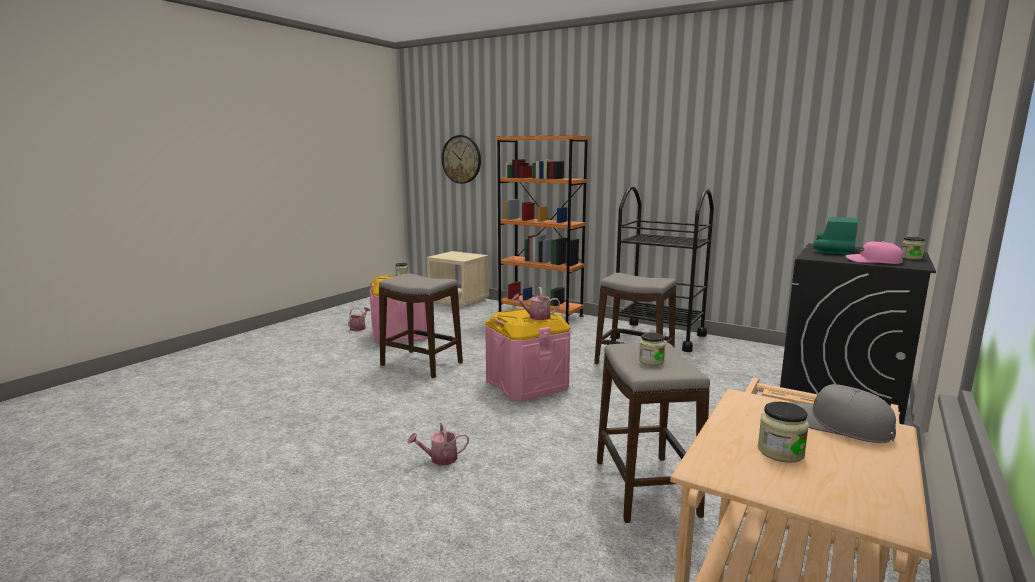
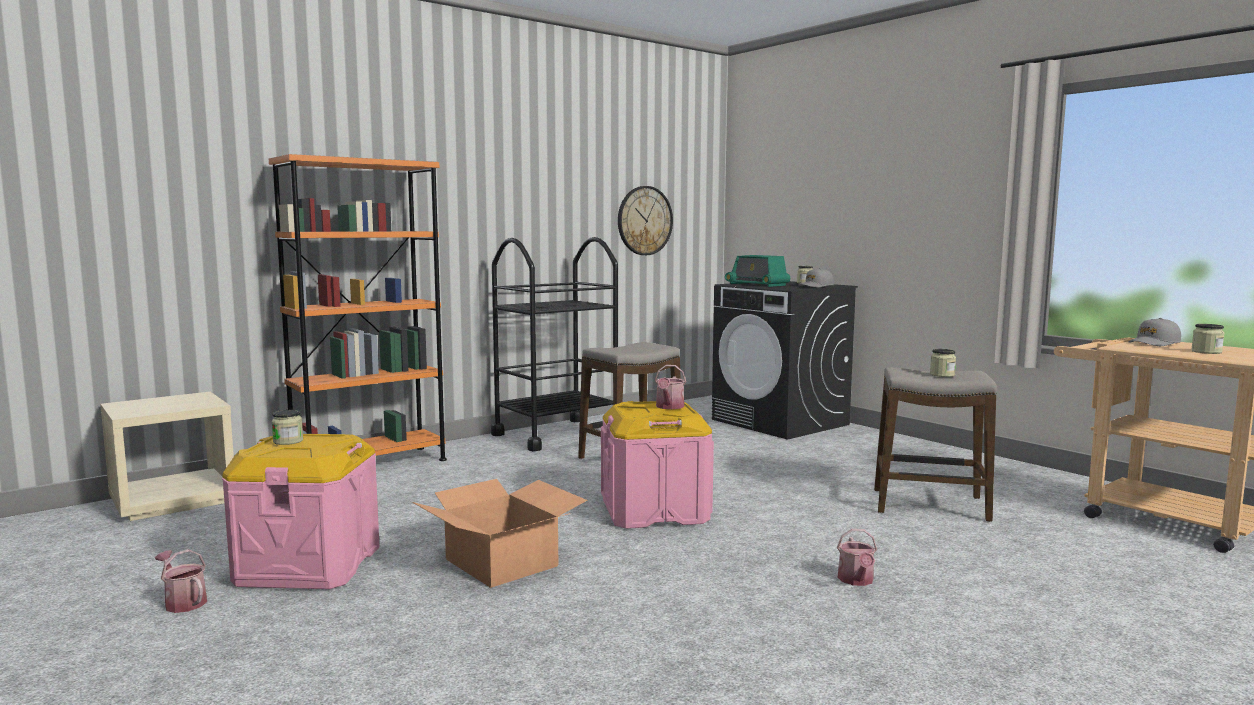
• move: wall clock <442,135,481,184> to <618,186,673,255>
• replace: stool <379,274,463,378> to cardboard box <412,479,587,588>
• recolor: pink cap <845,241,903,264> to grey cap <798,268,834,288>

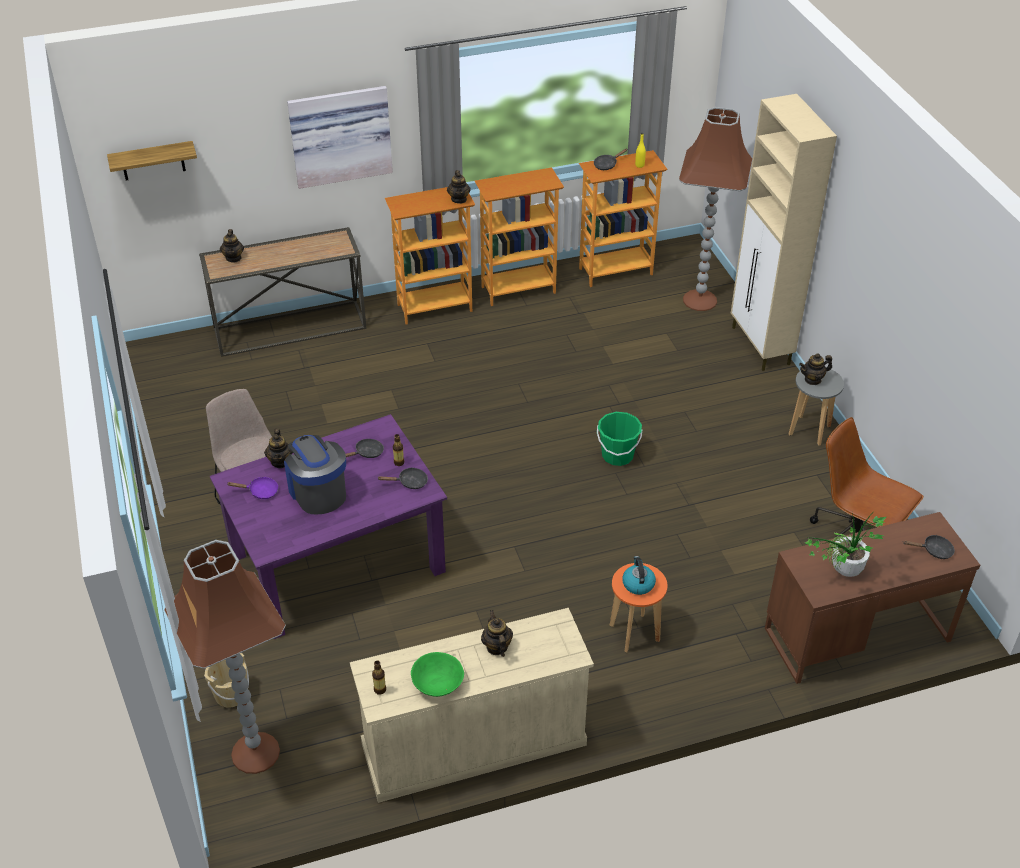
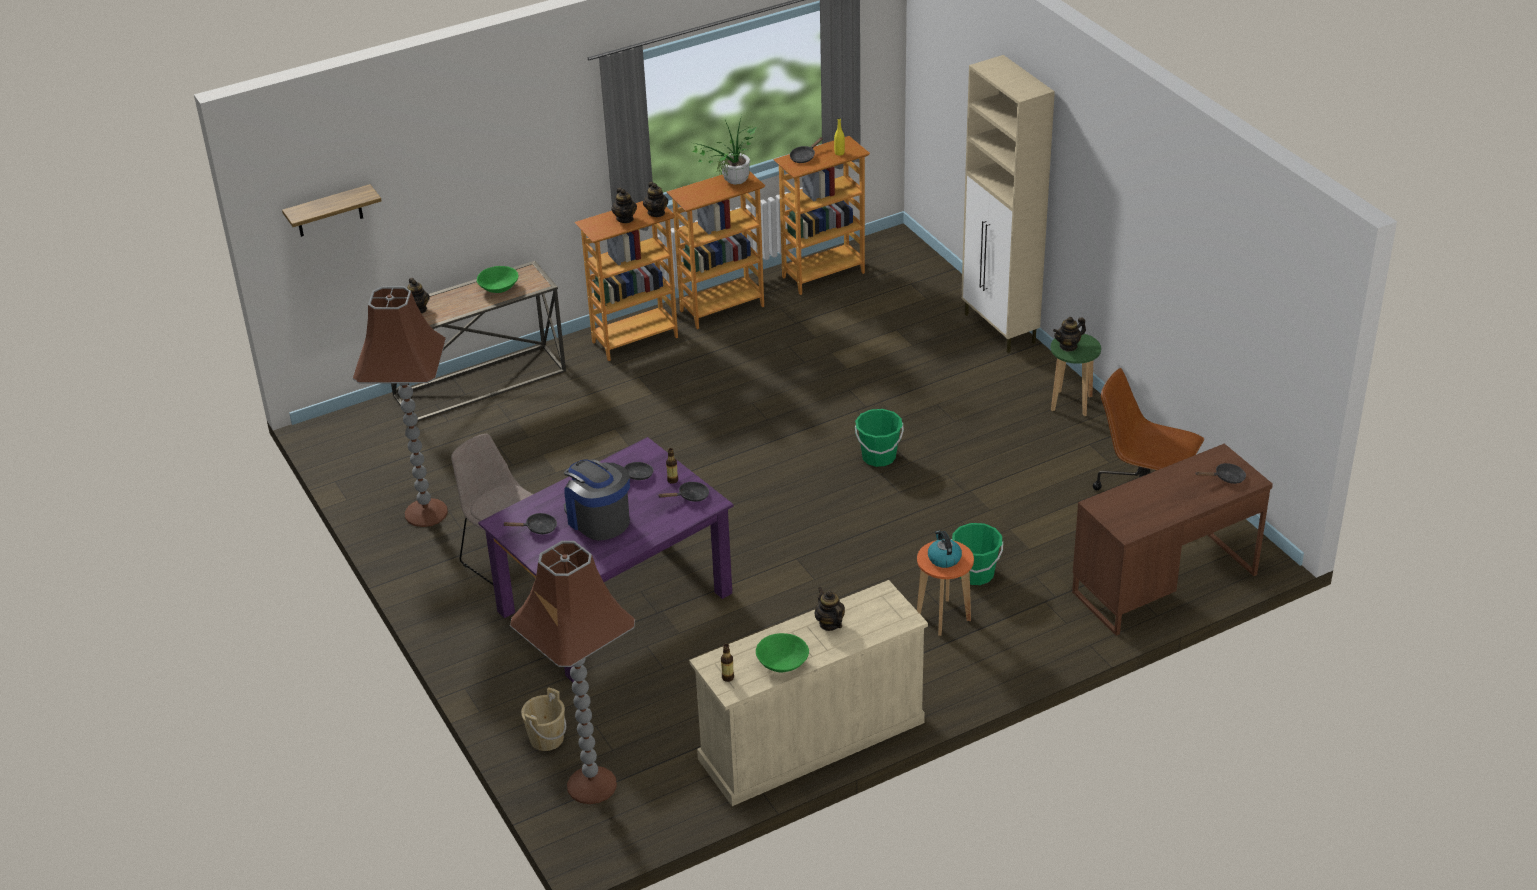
• delete: picture <287,86,393,189>
• insert: green bowl <477,266,518,293>
• insert: green bucket <951,523,1003,585>
• move: teapot <264,429,293,468> to <611,188,637,223>
• move: brown floor lamp <679,107,752,311> to <353,286,448,527>
• move: potted plant <805,513,886,577> to <692,115,757,185>
• recolor: purple frying pan <228,477,278,499> to black frying pan <503,513,557,534>
• recolor: grey stool <789,369,844,445> to green stool <1051,334,1101,416>

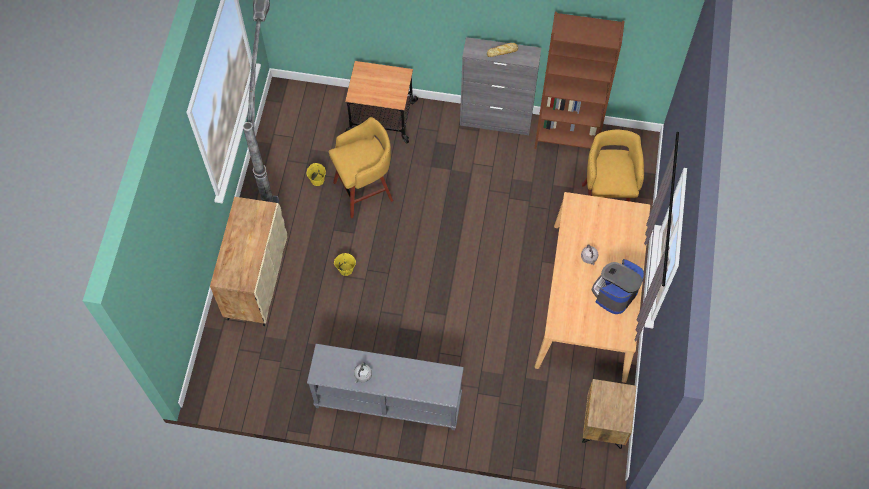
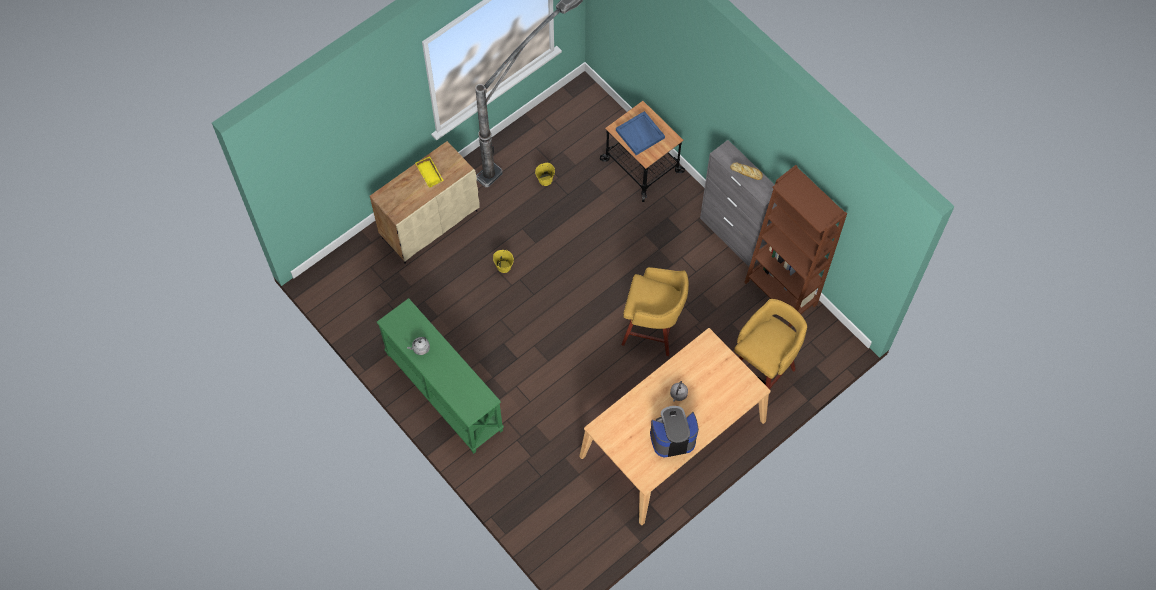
• delete: brown nightstand <582,379,636,449>
• insert: yellow tray <415,157,444,188>
• insert: blue tray <616,111,665,155>
• move: yellow stool <329,117,393,218> to <622,267,689,356>
• recolor: grey console table <307,344,464,430> to green console table <377,298,504,454>

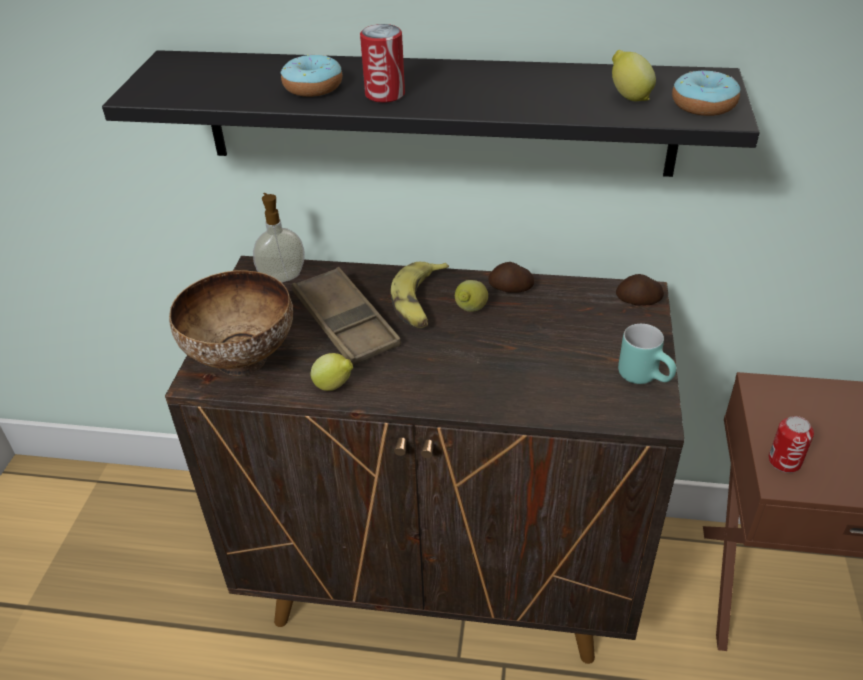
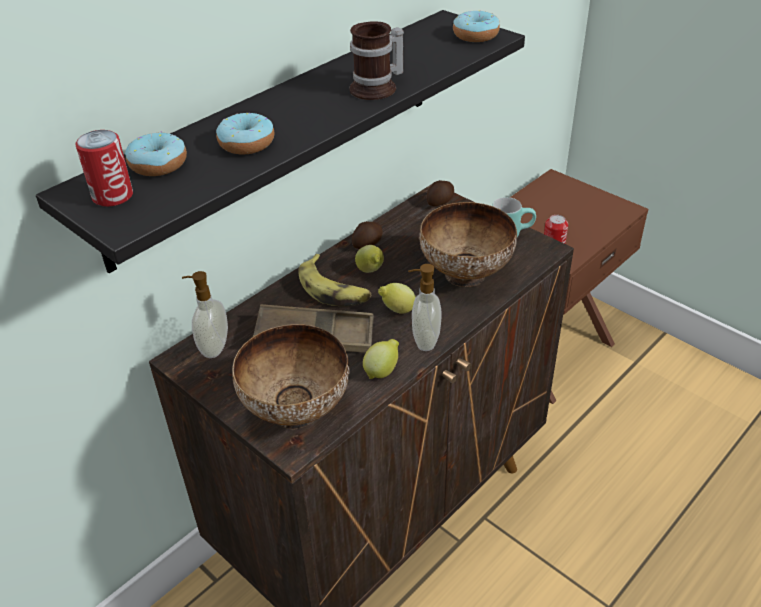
• insert: donut <125,131,187,176>
• insert: mug <349,21,404,100>
• insert: soap dispenser <408,264,442,351>
• insert: bowl <419,202,517,287>
• move: can <360,24,405,103> to <75,130,133,207>
• move: lemon <612,50,656,101> to <378,283,416,314>

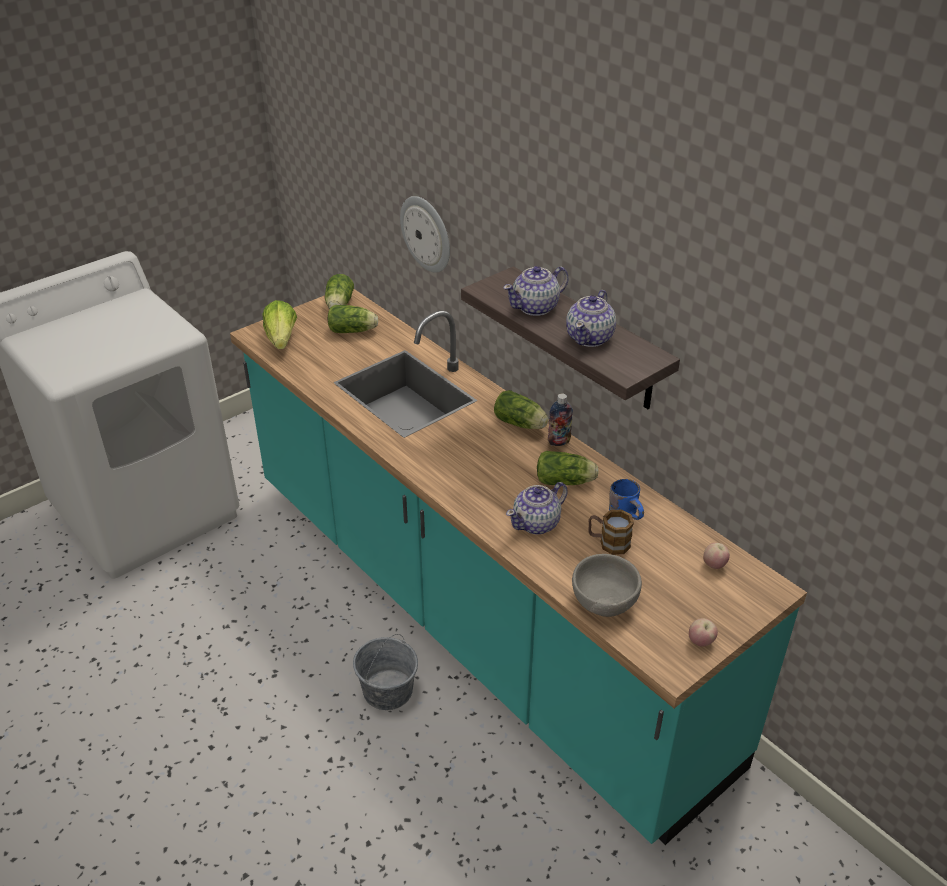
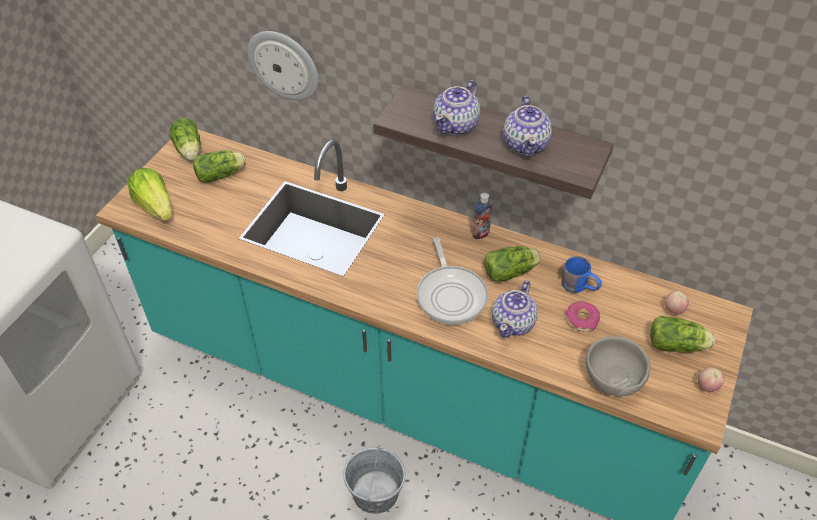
• insert: frying pan <417,238,488,325>
• move: lettuce <494,390,548,429> to <650,316,715,352>
• replace: mug <589,509,634,555> to donut <566,301,600,332>

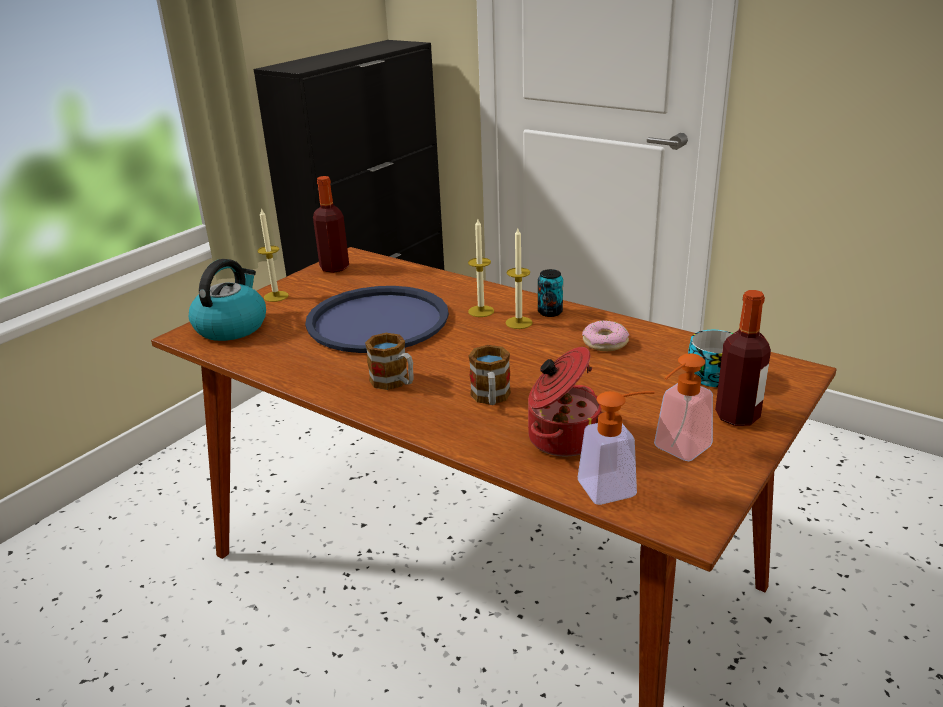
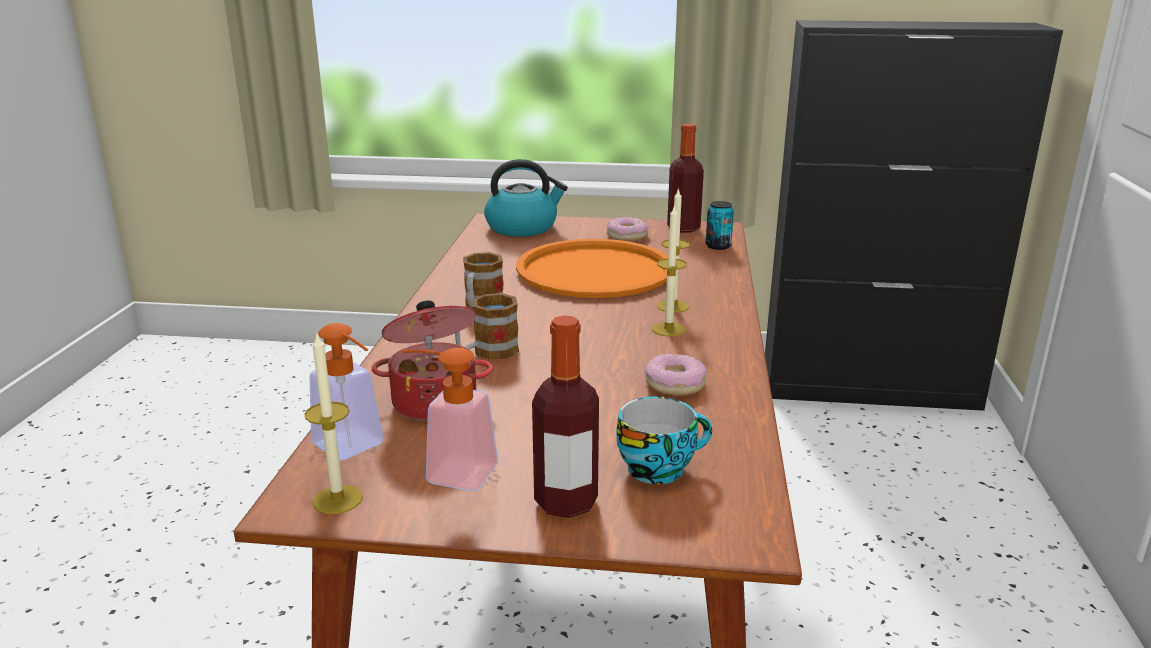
• insert: donut <607,217,649,241>
• move: candle <258,208,289,302> to <304,332,363,514>
• move: can <538,269,563,317> to <706,201,734,250>
• recolor: blue tray <305,286,449,353> to orange tray <516,239,668,298>

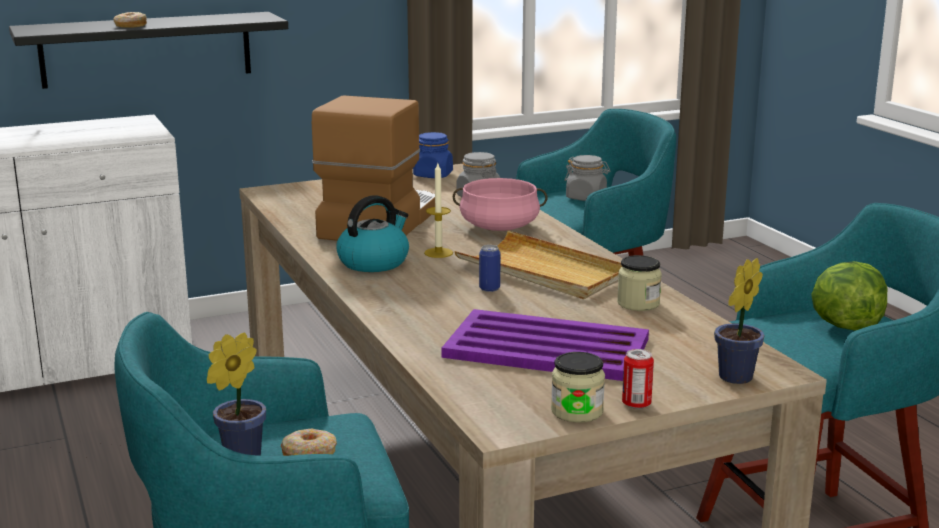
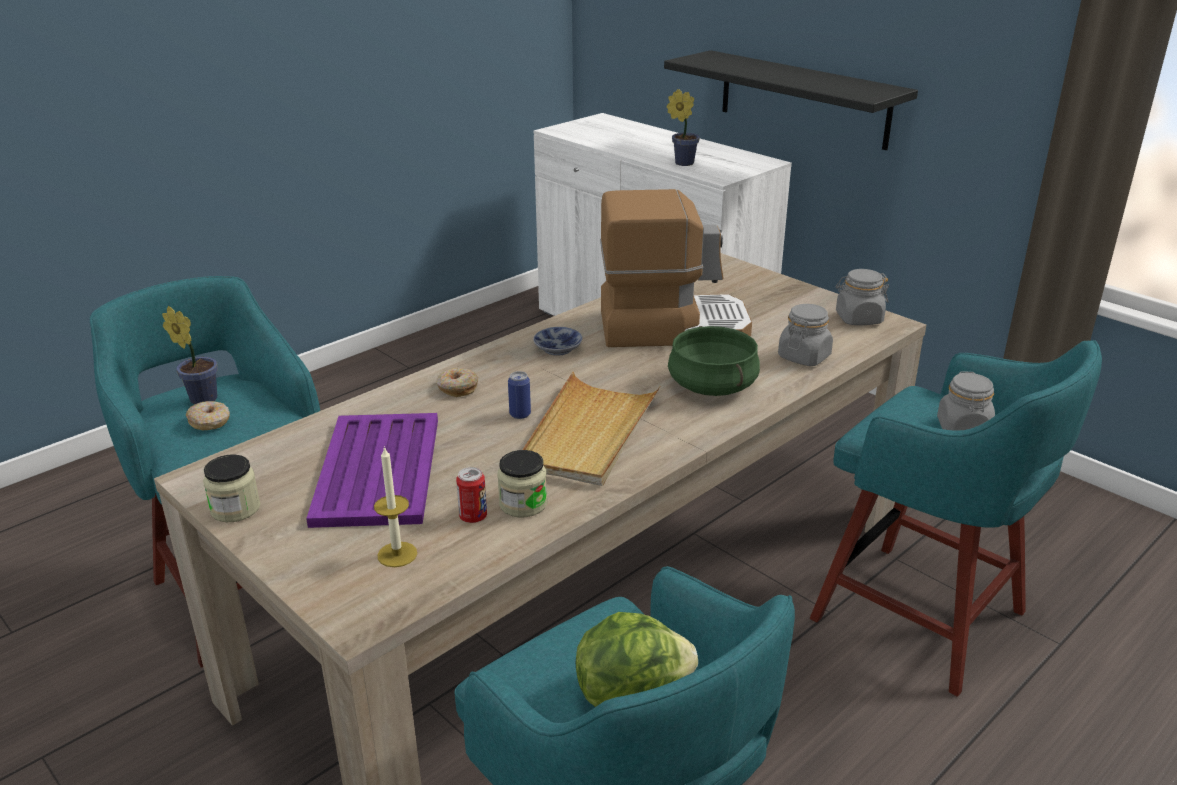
• move: donut <113,12,147,28> to <437,368,478,397>
• move: candle <424,163,453,258> to <374,446,417,567>
• move: can <622,349,654,409> to <456,467,487,523>
• move: potted plant <714,258,765,384> to <666,89,700,166>
• replace: kettle <336,195,409,272> to bowl <533,327,583,356>
• recolor: blue jar <413,132,453,178> to grey jar <836,269,889,325>
• recolor: pink cooking pot <453,178,548,231> to green cooking pot <668,326,760,396>

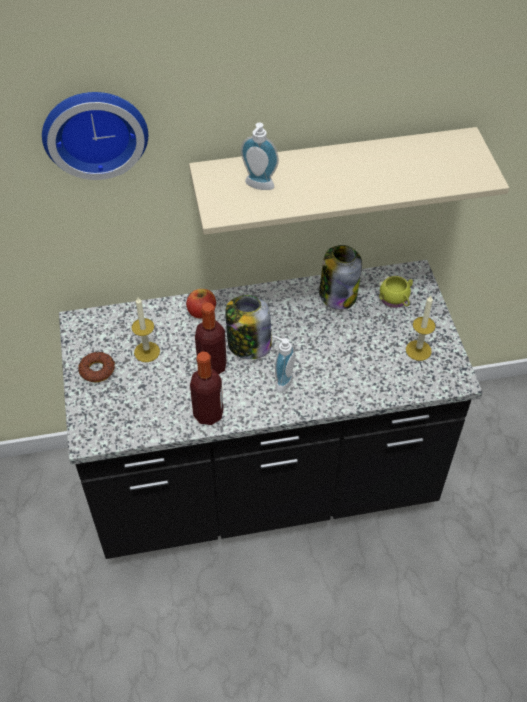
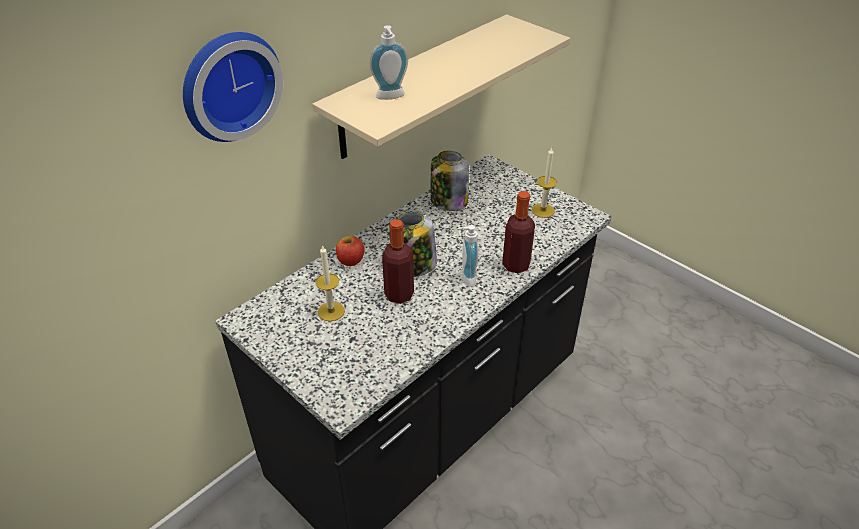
• delete: donut <78,352,115,382>
• delete: yellow mug <379,275,413,308>
• move: bottle <190,351,223,425> to <502,191,535,273>

